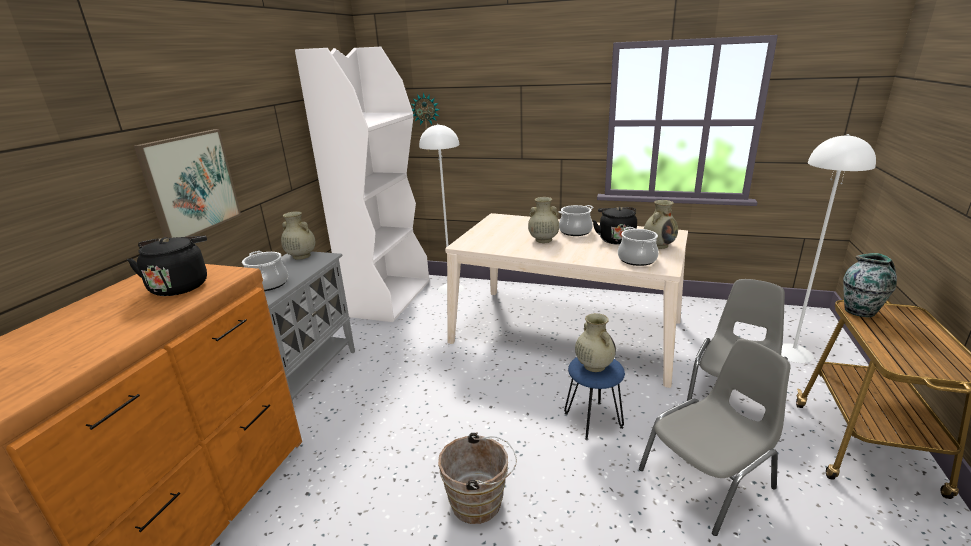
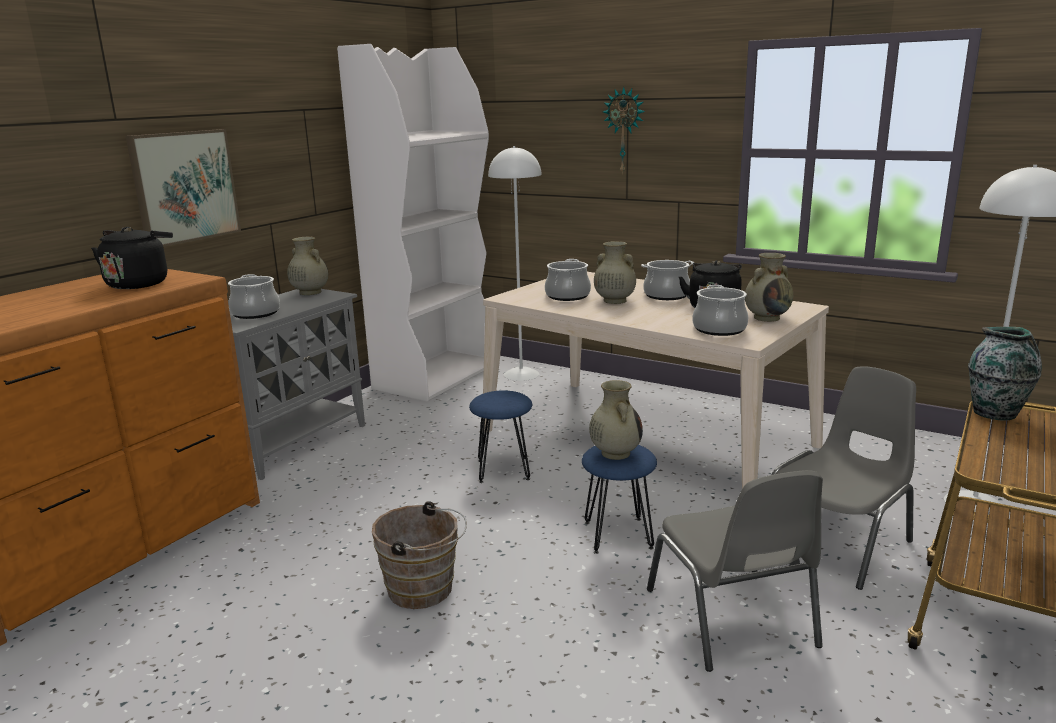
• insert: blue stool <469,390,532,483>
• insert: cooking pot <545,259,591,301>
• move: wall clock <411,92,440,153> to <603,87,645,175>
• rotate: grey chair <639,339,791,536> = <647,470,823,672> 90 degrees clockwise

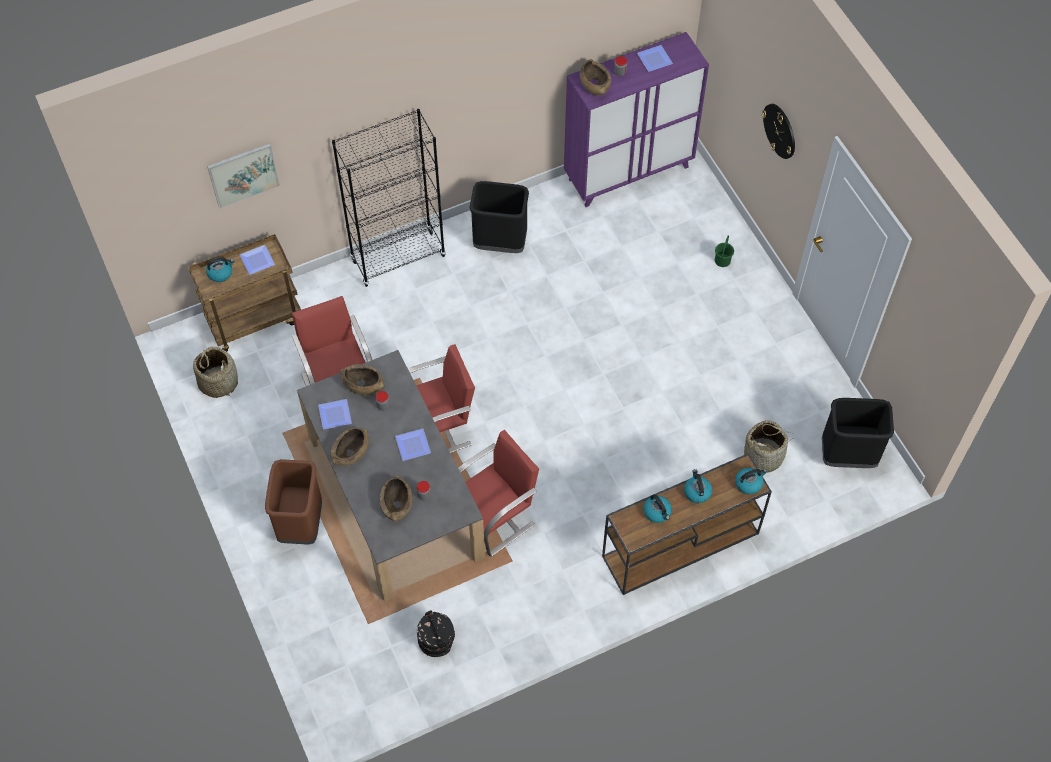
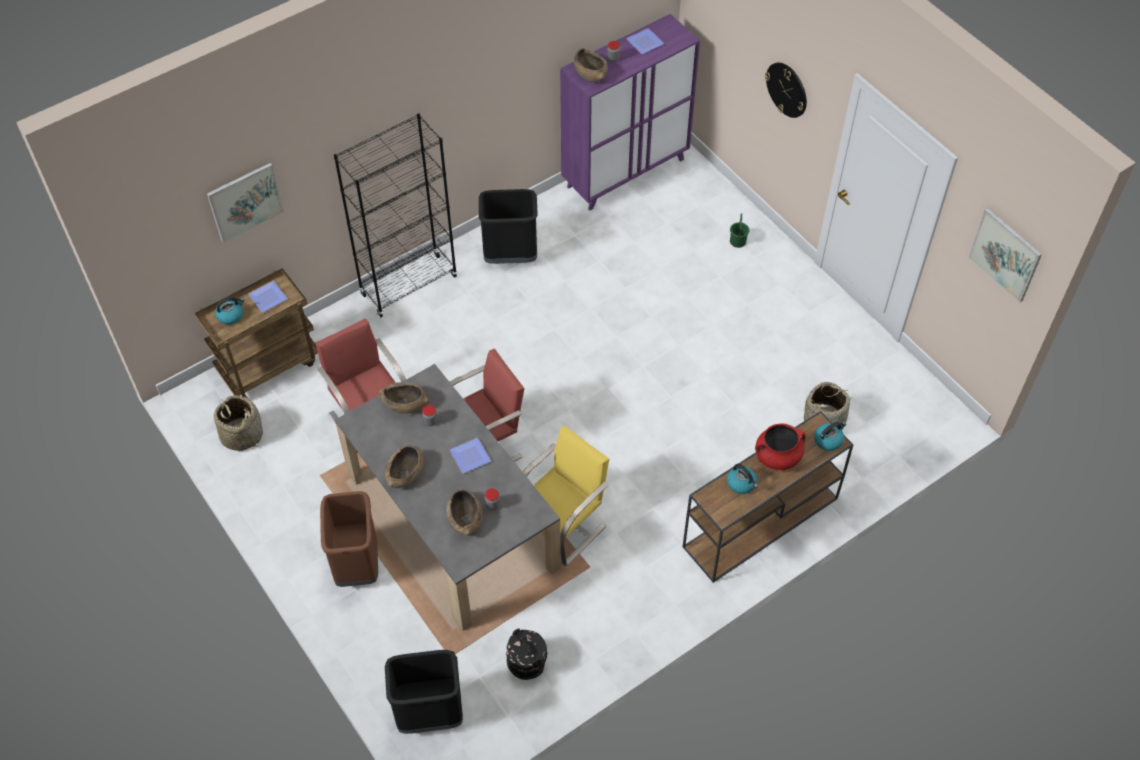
• delete: plate <318,399,352,430>
• insert: picture <968,208,1042,303>
• move: black trash can <822,398,894,468> to <385,650,463,734>
• replace: kettle <684,469,712,503> to red cooking pot <755,423,806,470>
• recolor: red chair <458,430,539,557> to yellow chair <523,425,609,566>

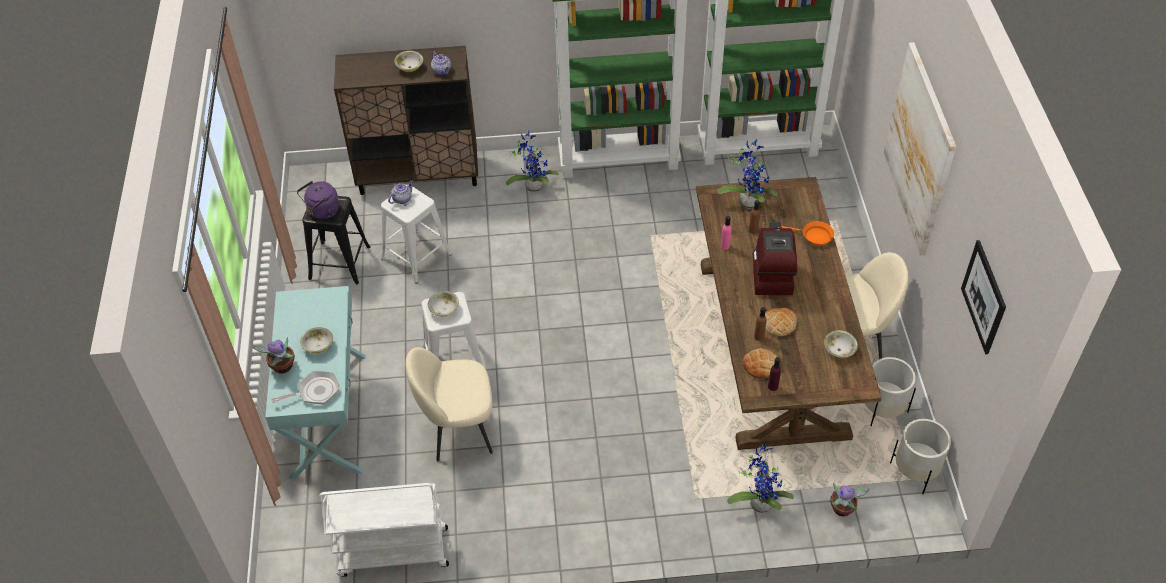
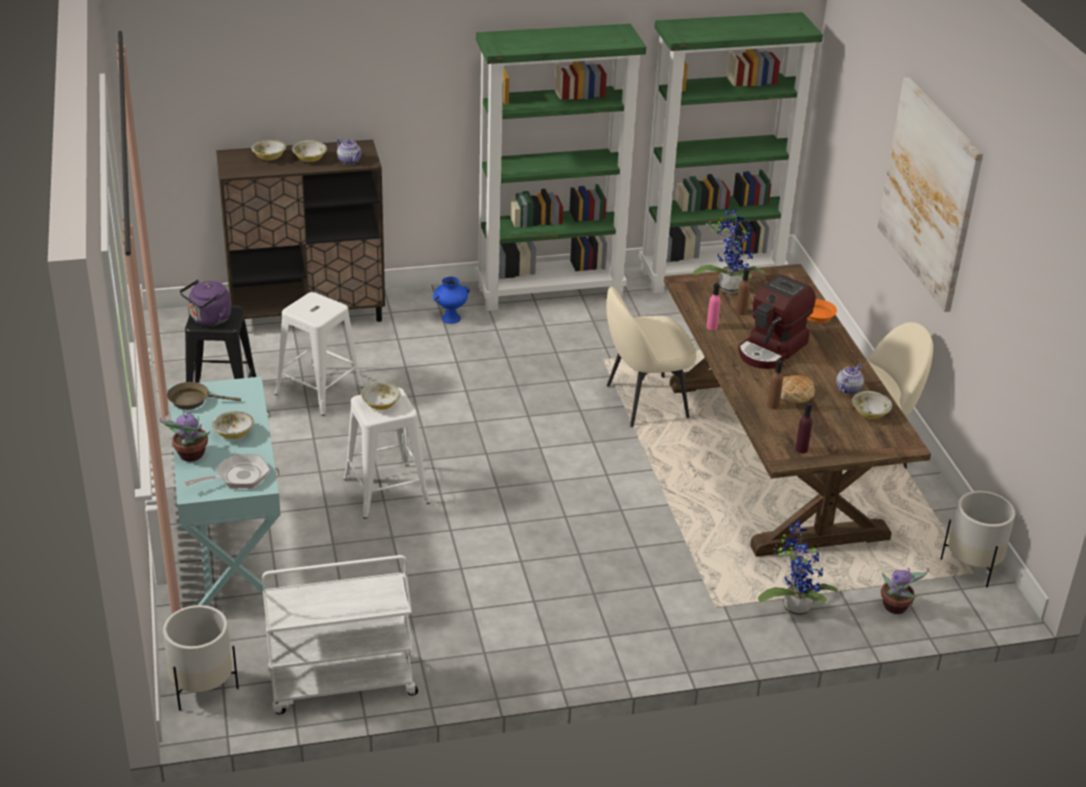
• delete: bread <743,348,777,379>
• delete: picture <961,240,1006,354>
• insert: brown frying pan <167,382,241,410>
• insert: bowl <251,140,286,160>
• move: teapot <388,180,413,204> to <836,363,864,394>
• move: beige chair <406,347,493,461> to <607,287,697,427>
• move: white planter <865,357,916,426> to <163,605,239,710>
• replace: potted plant <506,130,559,192> to blue vase <433,277,470,324>
• rotate: coffee machine <753,222,797,295> = <738,275,816,369> 135 degrees counterclockwise

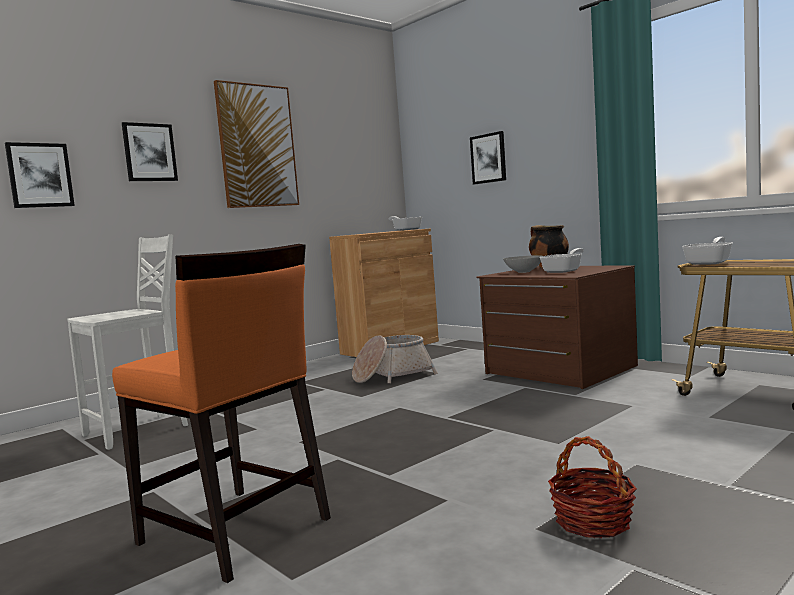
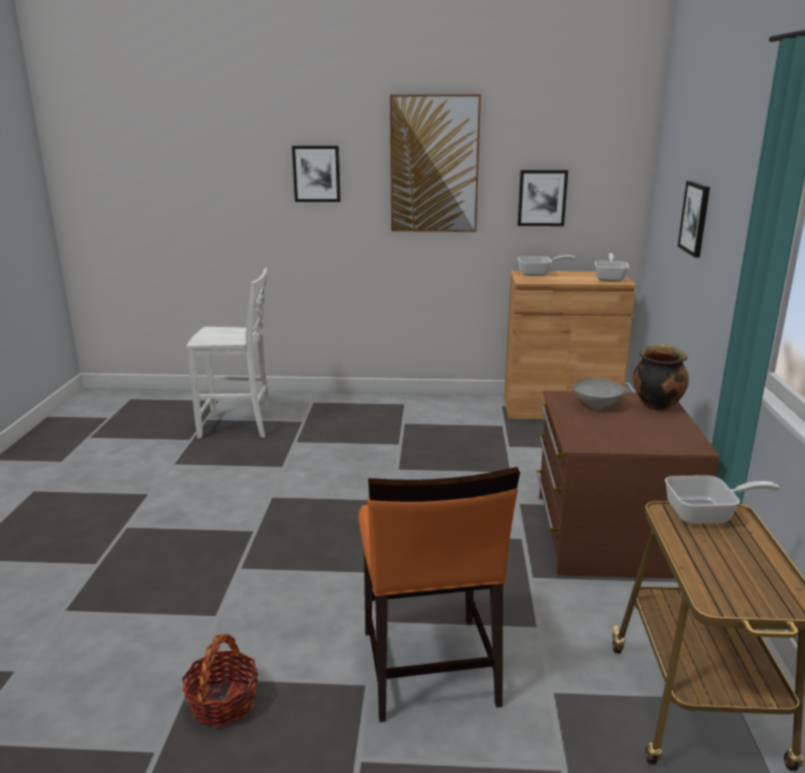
• delete: basket <352,335,437,384>
• move: picture <5,142,75,208> to <518,170,568,226>
• move: orange chair <112,244,331,583> to <358,467,520,722>
• move: frying pan <539,248,584,273> to <517,255,576,276>

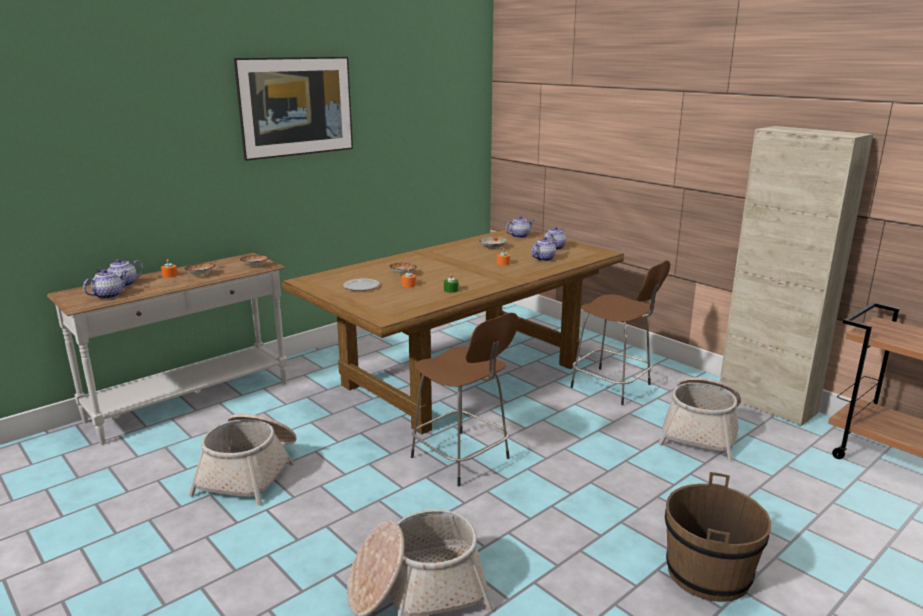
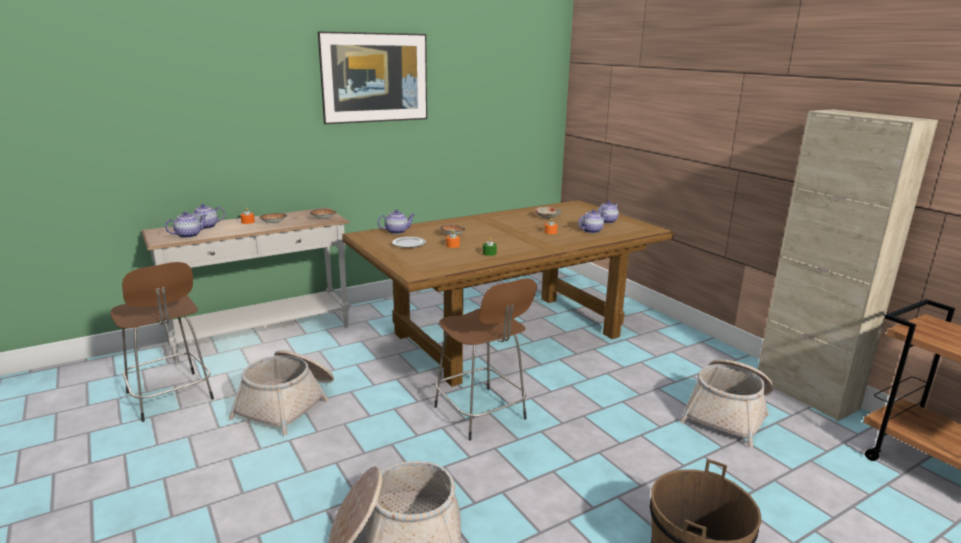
• move: teapot <506,216,534,238> to <378,210,415,234>
• move: brown stool <570,260,670,405> to <110,262,214,422>

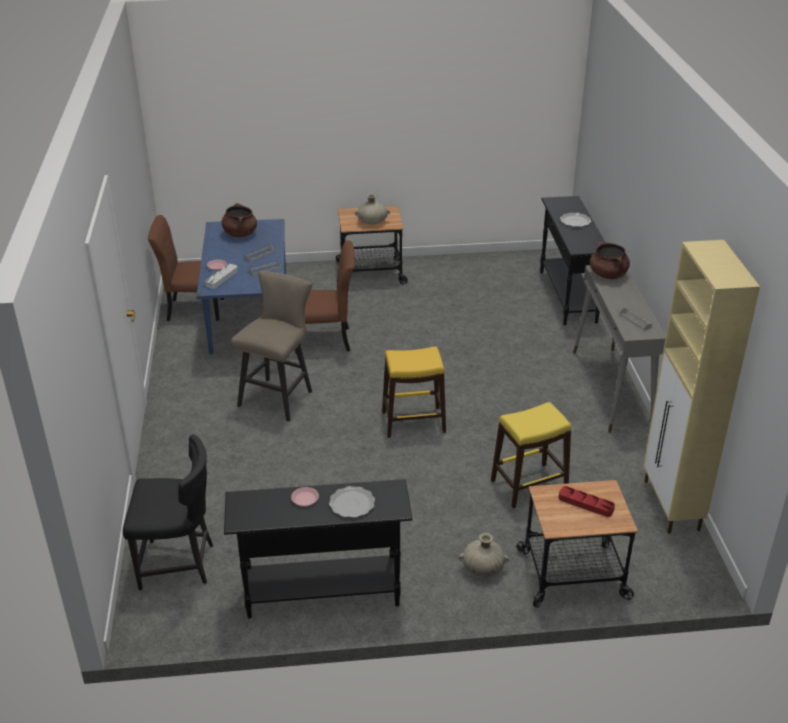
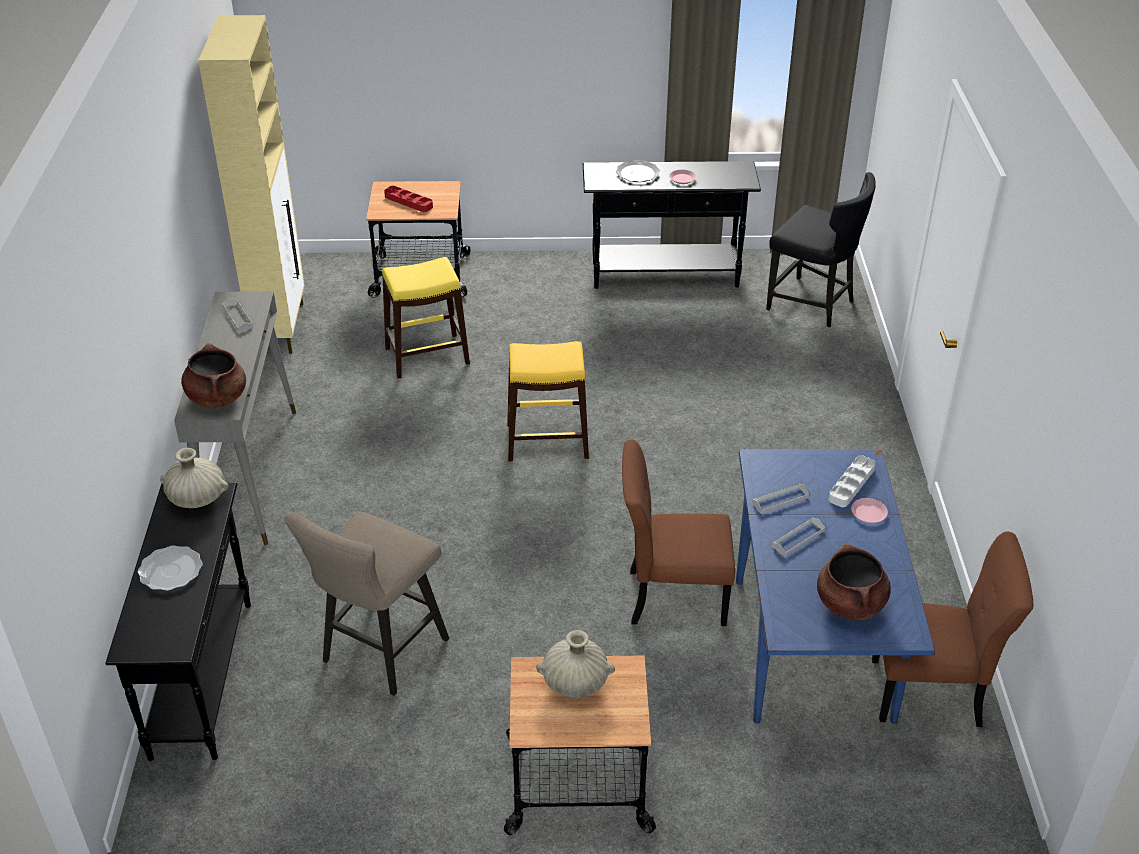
• move: beige stool <231,270,312,422> to <285,512,449,696>
• move: beige vase <459,533,509,577> to <160,448,229,508>
• rotate: black chair <123,434,213,590> = <766,172,876,327> 150 degrees counterclockwise

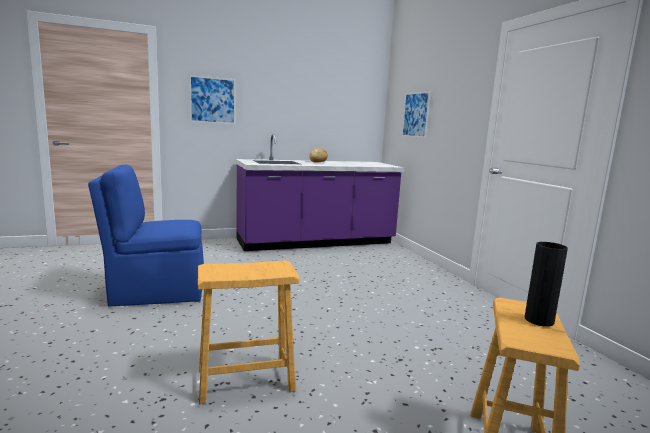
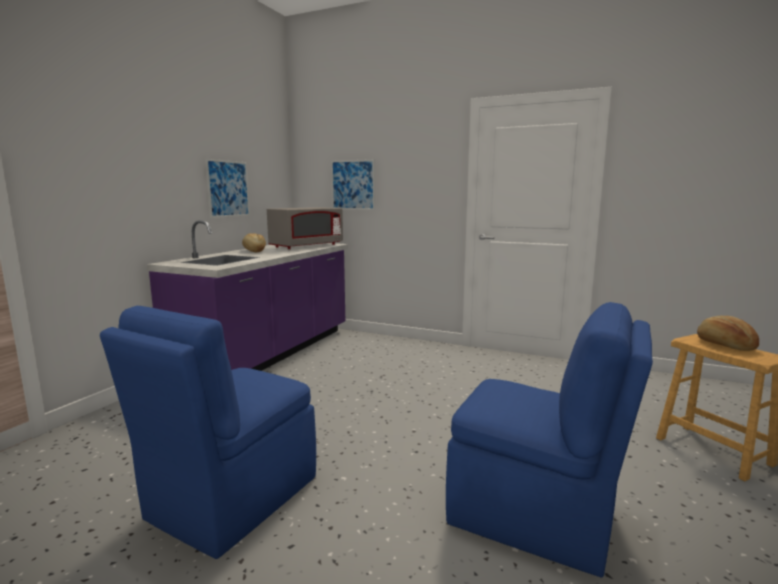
• insert: grey microwave <267,207,343,249>
• move: picture <189,75,236,124> to <205,159,250,218>
• replace: brown stool <198,261,299,404> to blue chair <446,302,653,577>
• replace: black vase <525,242,568,327> to bread <697,316,759,351>

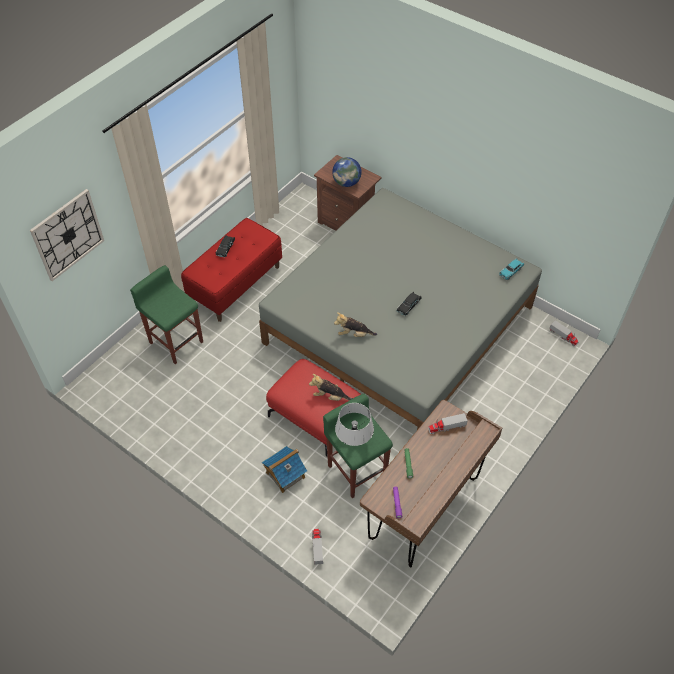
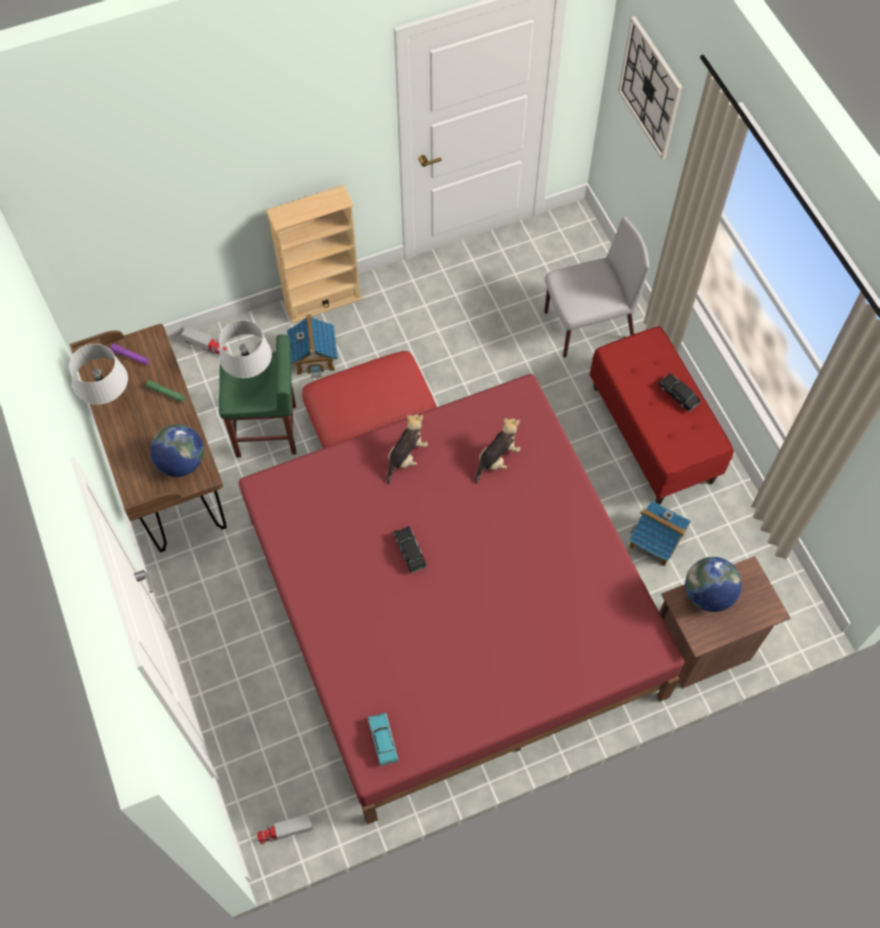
• insert: grey table lamp <69,344,128,405>
• insert: beige bookcase <266,185,362,323>
• insert: toy house <629,501,691,566>
• move: plush toy <309,374,353,401> to <475,418,521,484>
• replace: green stool <130,265,203,364> to grey chair <544,216,649,358>
• replace: toy truck <428,413,468,434> to globe <150,424,204,477>
• recolor: grey bed <259,188,542,430> to red bed <239,374,684,825>

